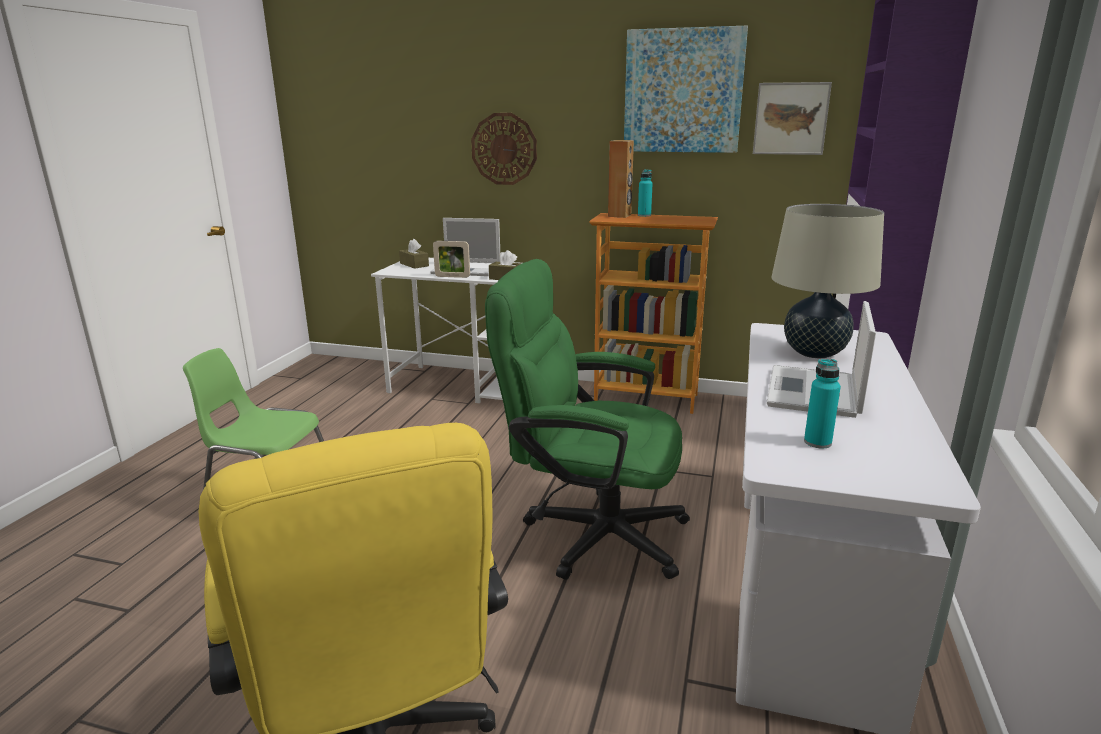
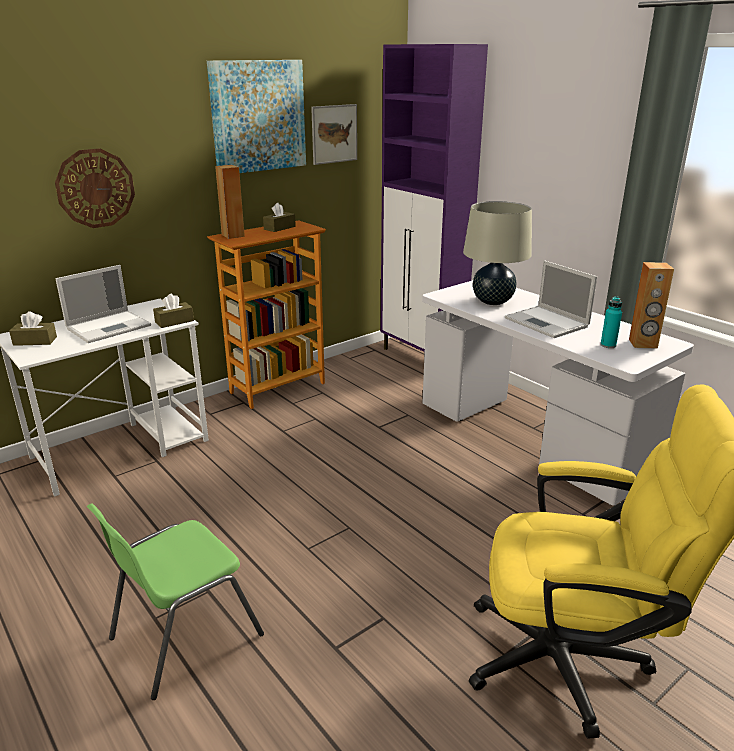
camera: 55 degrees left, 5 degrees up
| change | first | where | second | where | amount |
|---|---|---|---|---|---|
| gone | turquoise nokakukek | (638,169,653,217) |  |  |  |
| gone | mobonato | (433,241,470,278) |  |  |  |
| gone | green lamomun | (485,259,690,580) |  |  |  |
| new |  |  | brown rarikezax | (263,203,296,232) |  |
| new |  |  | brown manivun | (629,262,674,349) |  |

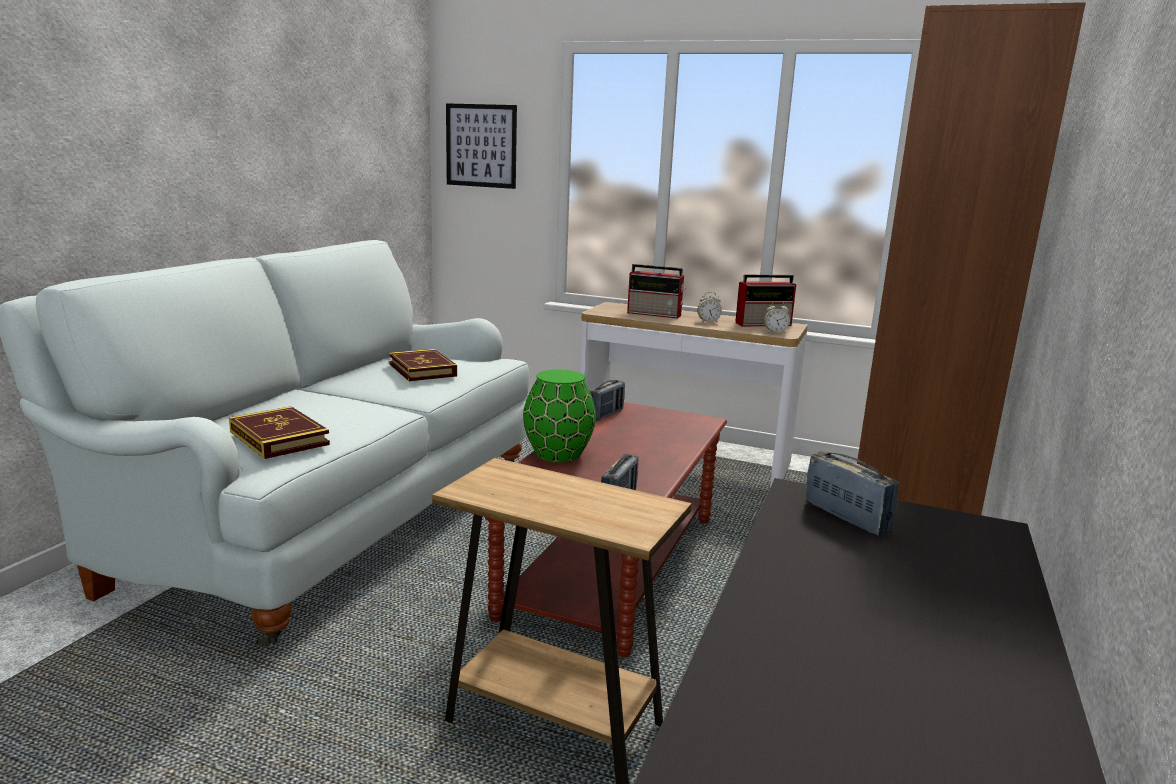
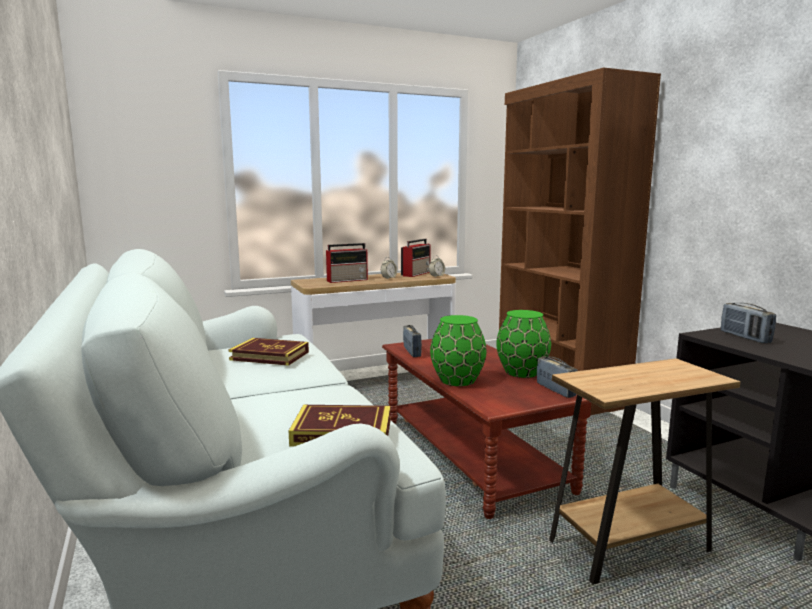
camera: 45 degrees left, 5 degrees down
| change | first | where | second | where | amount |
|---|---|---|---|---|---|
| gone | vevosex | (446,103,517,189) |  |  |  |
| rotated | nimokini | (806,451,899,536) |  | (721,303,776,343) | 120 degrees counterclockwise |
| new |  |  | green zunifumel | (496,310,551,378) |  |

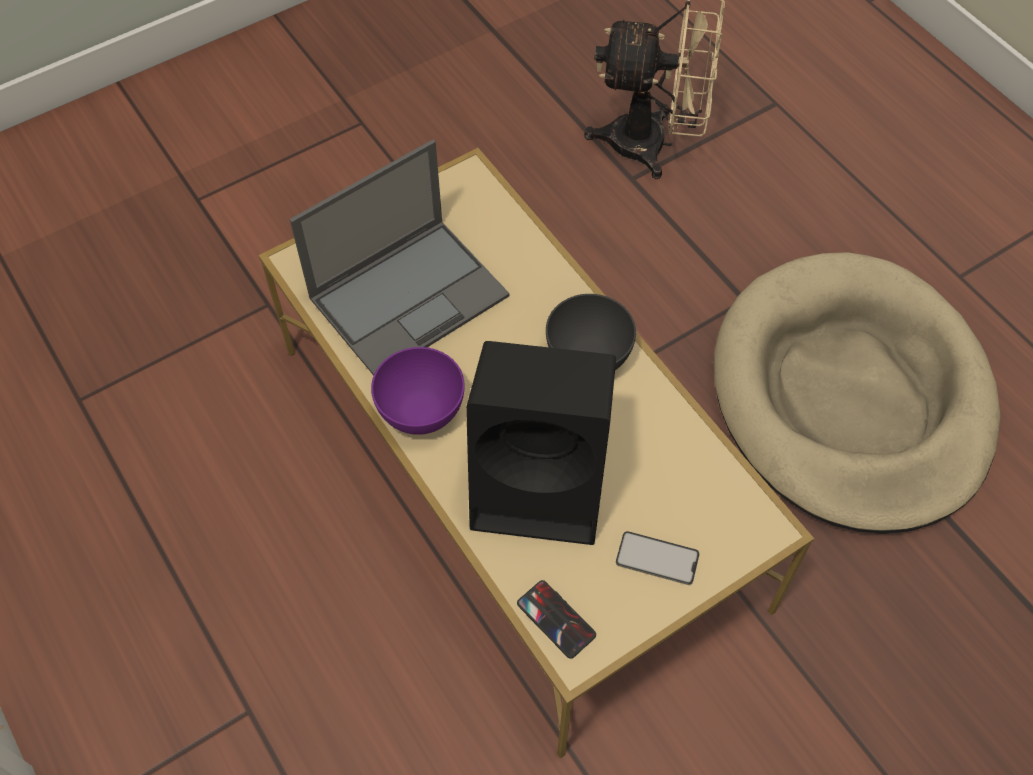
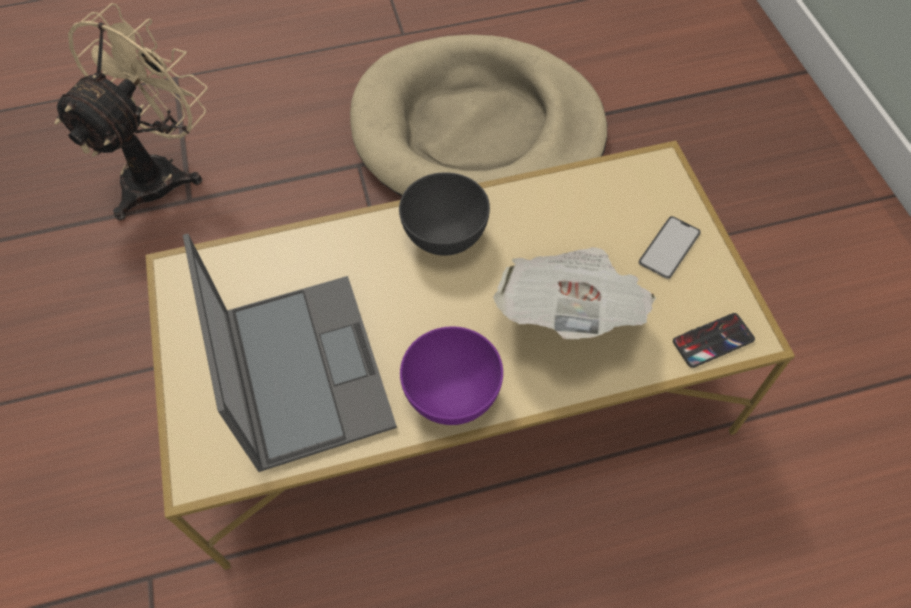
camera: 70 degrees left, 0 degrees up
| change | first | where | second | where | amount |
|---|---|---|---|---|---|
| swapped | black manivun | (466,341,616,545) | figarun | (493,247,656,339) |  |

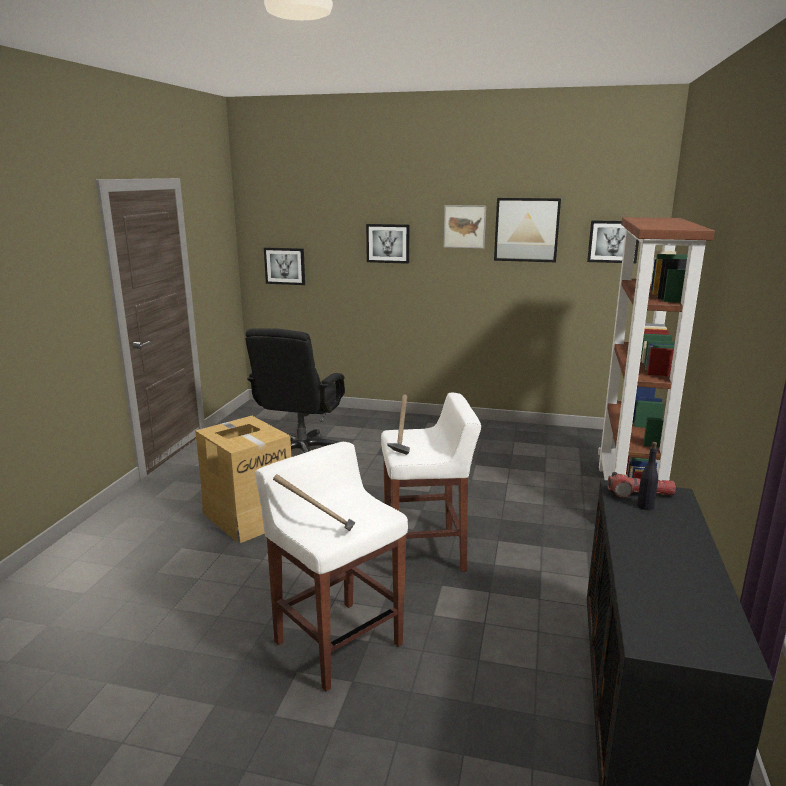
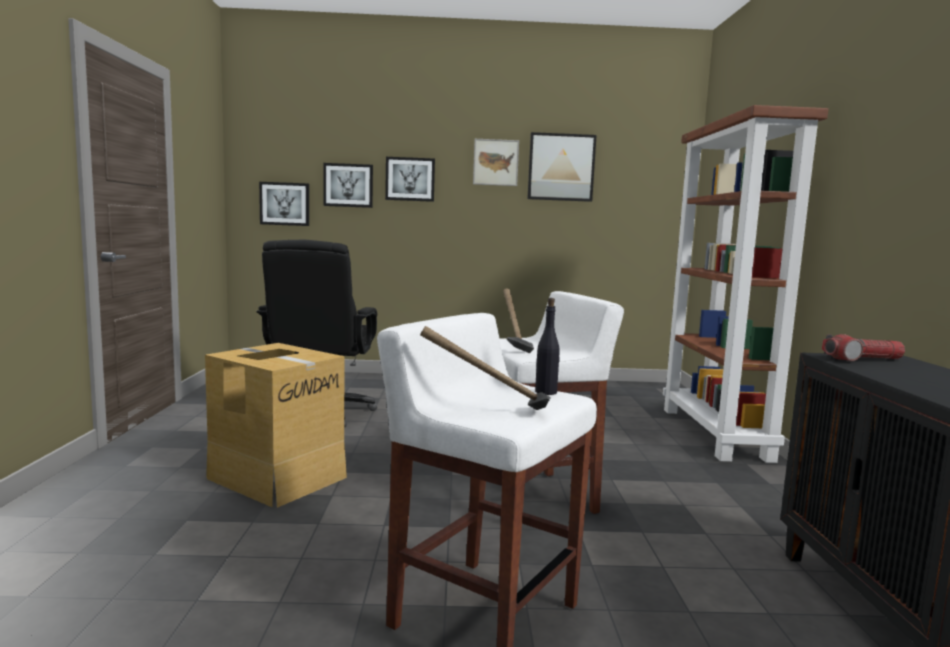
camera: 15 degrees left, 10 degrees down
| change | first | where | second | where | amount |
|---|---|---|---|---|---|
| shifted | vevosex | (587,220,639,264) |  | (323,163,373,208) |  |
| shifted | black nokakukek | (637,442,658,510) |  | (535,298,560,395) |  |

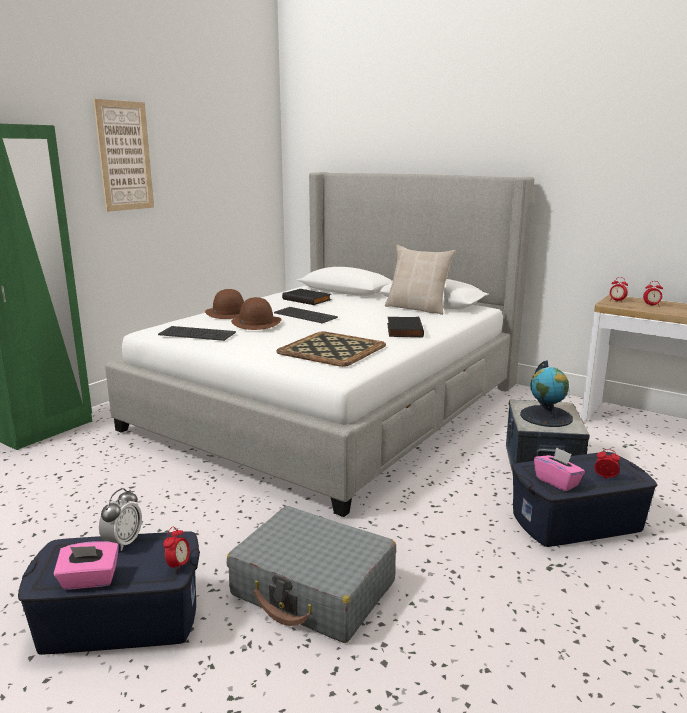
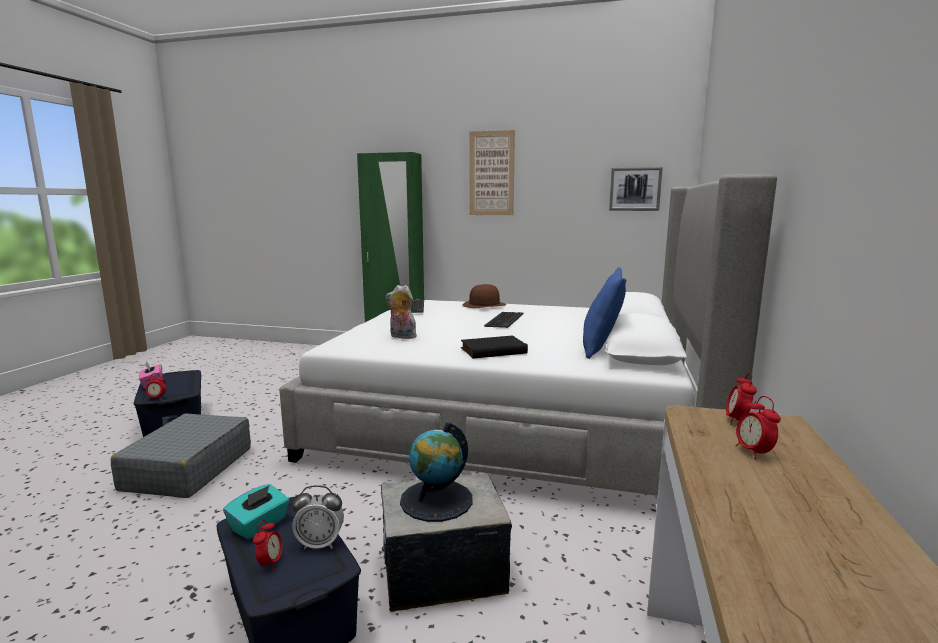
camera: 70 degrees right, 5 degrees down
| change | first | where | second | where | amount |
|---|---|---|---|---|---|
| repainted | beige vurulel | (385,245,456,315) | blue vurulel | (583,267,626,359) |  |
| gone | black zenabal | (282,289,332,305) |  |  |  |
| gone | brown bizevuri | (231,297,281,330) |  |  |  |
| swapped | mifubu | (276,331,386,367) | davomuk | (386,285,417,339) |  |
| repainted | pink rarikezax | (534,447,585,491) | turquoise rarikezax | (223,484,289,539) |  |
| shifted | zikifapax | (99,488,142,551) |  | (292,485,344,549) |  |
| new |  |  | vevosex | (609,167,663,211) |  |

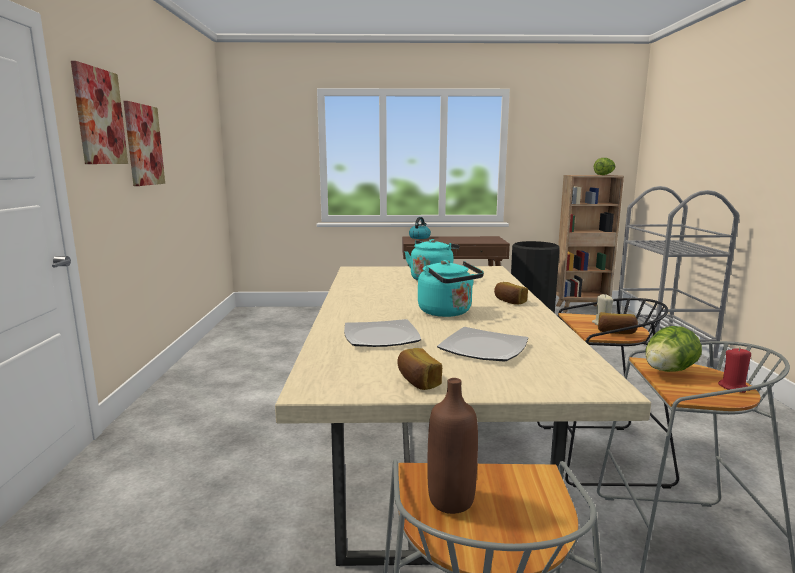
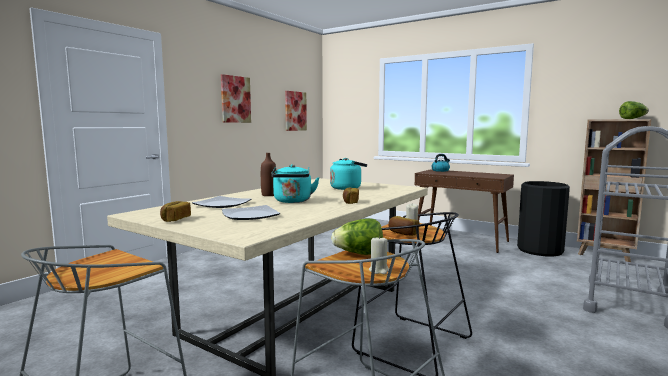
camera: 35 degrees right, 5 degrees down
| change | first | where | second | where | amount |
|---|---|---|---|---|---|
| shifted | vevosex | (71,61,128,164) |  | (285,91,307,131) |  |
| repainted | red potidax | (718,347,751,393) | beige potidax | (369,235,389,274) |  |
| shifted | brown nokakukek | (427,378,478,514) |  | (261,153,276,196) |  |

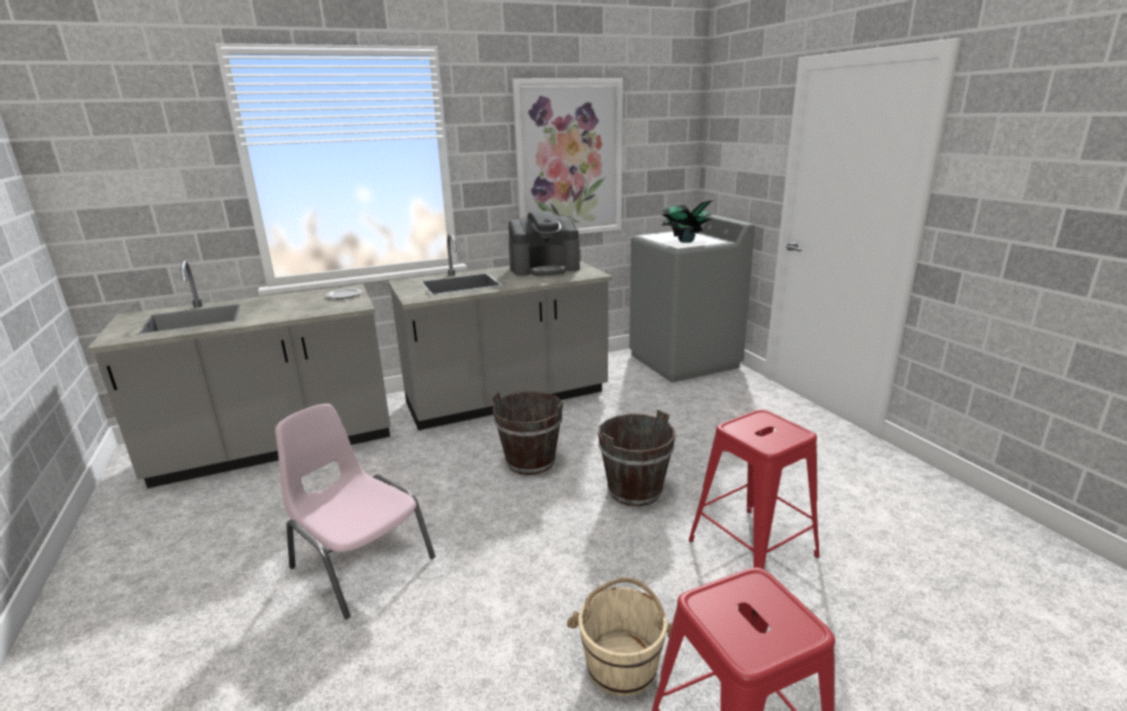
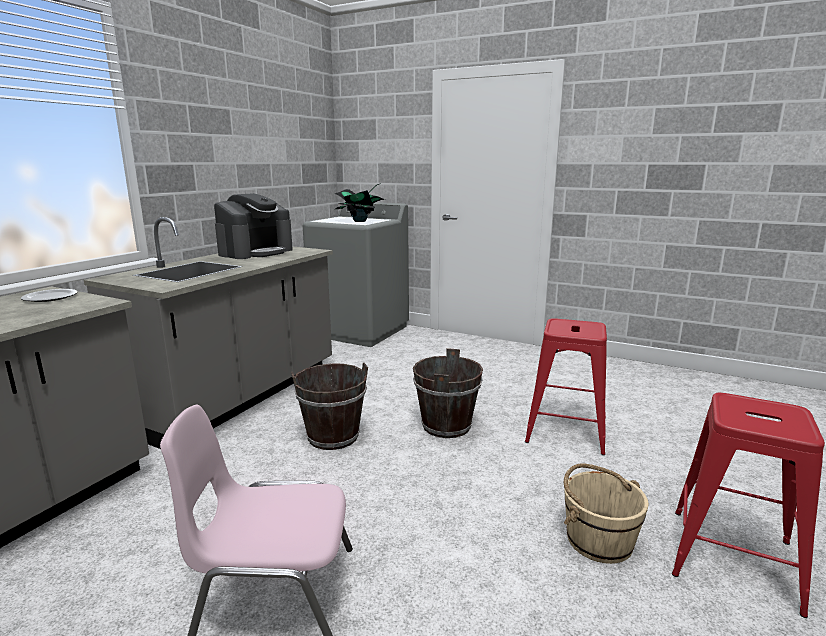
camera: 40 degrees left, 5 degrees down
| change | first | where | second | where | amount |
|---|---|---|---|---|---|
| gone | vevosex | (512,78,623,234) |  |  |  |

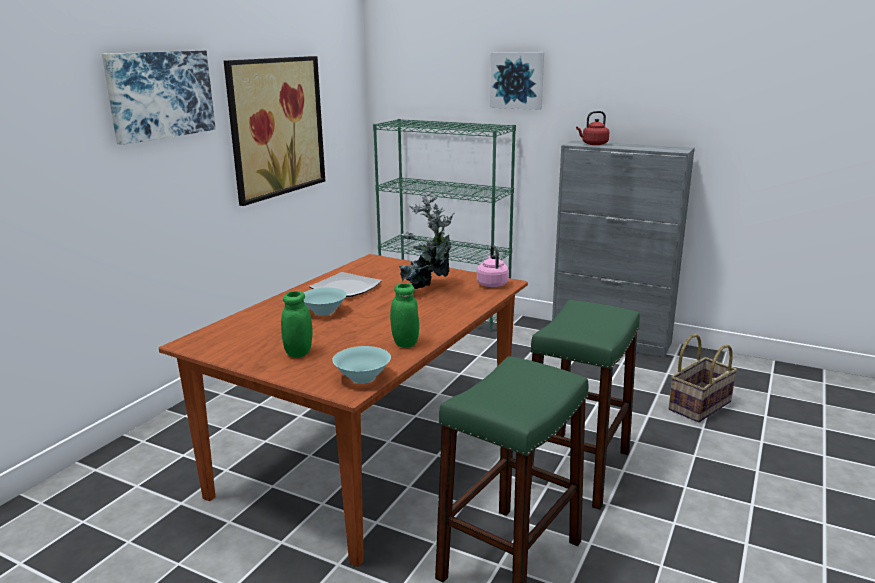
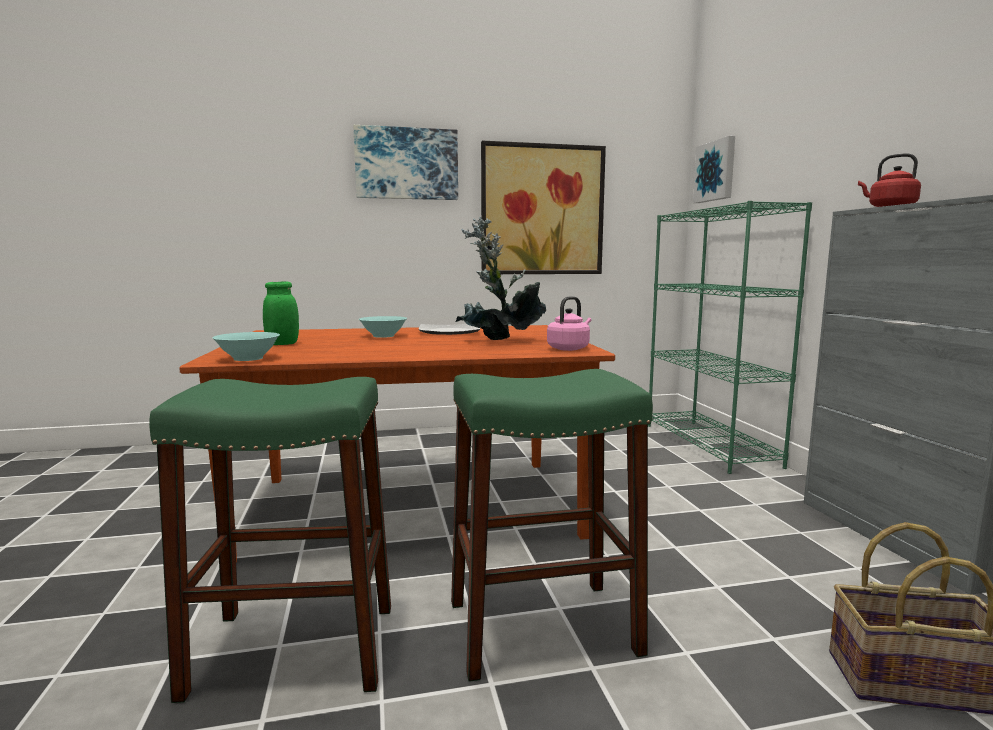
camera: 50 degrees right, 10 degrees down
| change | first | where | second | where | amount |
|---|---|---|---|---|---|
| shifted | vevosex | (490,52,544,110) |  | (693,136,735,203) |  |
| gone | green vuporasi | (390,283,419,348) |  |  |  |

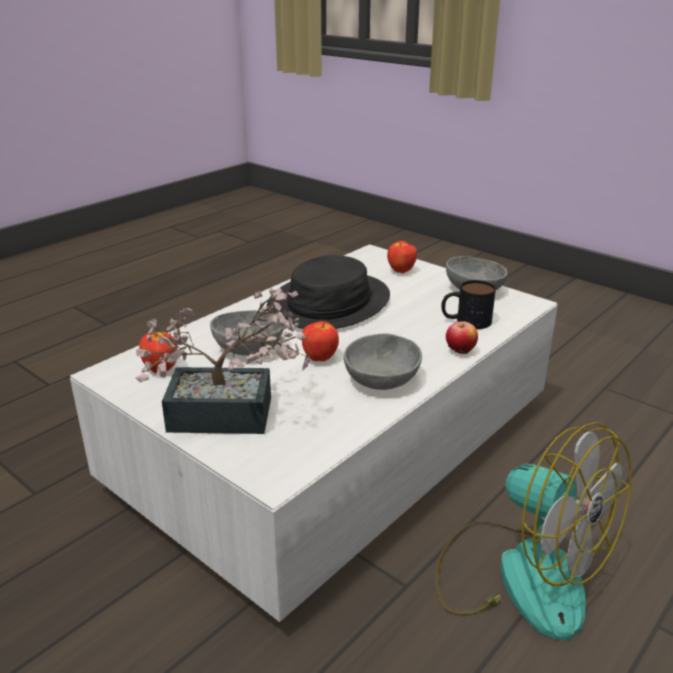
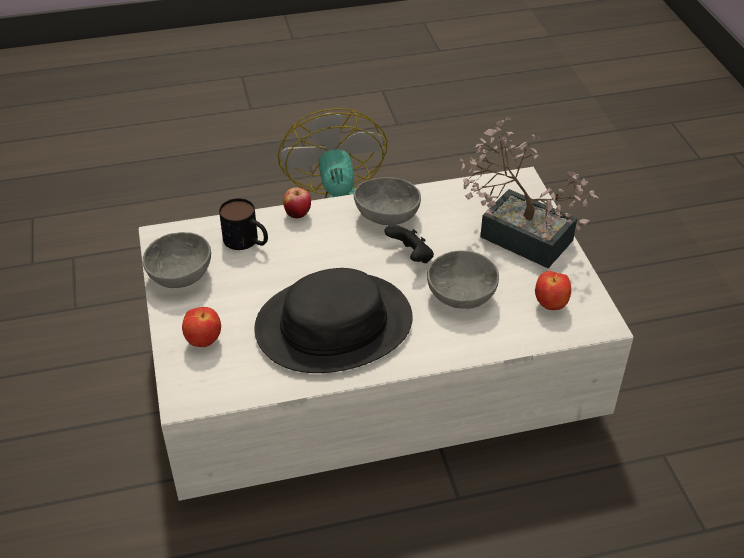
camera: 145 degrees left, 15 degrees up
| change | first | where | second | where | amount |
|---|---|---|---|---|---|
| swapped | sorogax | (302,321,339,361) | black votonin | (384,225,434,263) |  |

